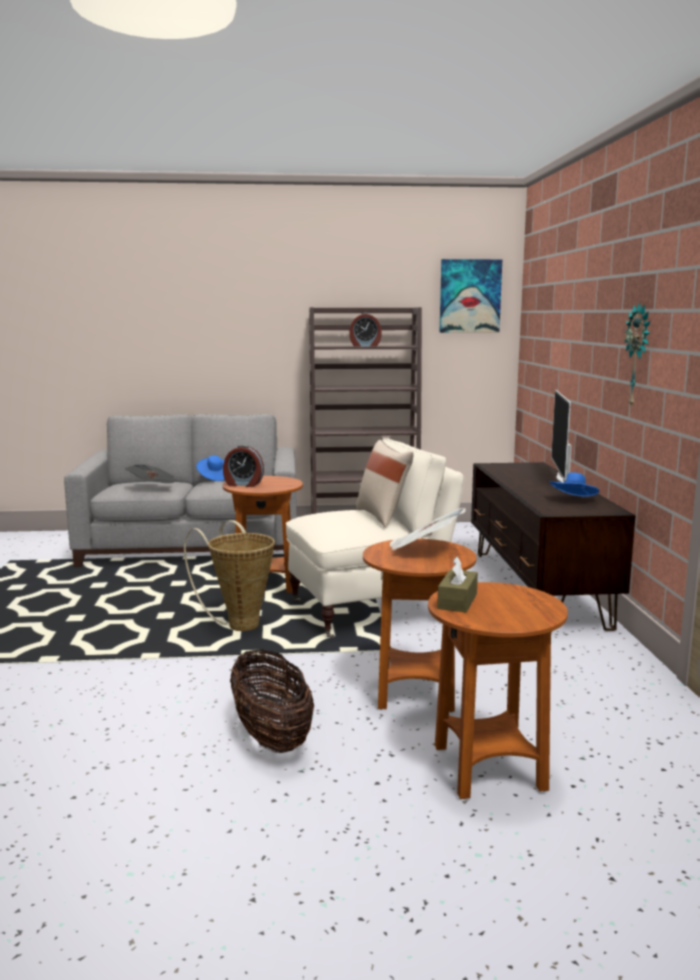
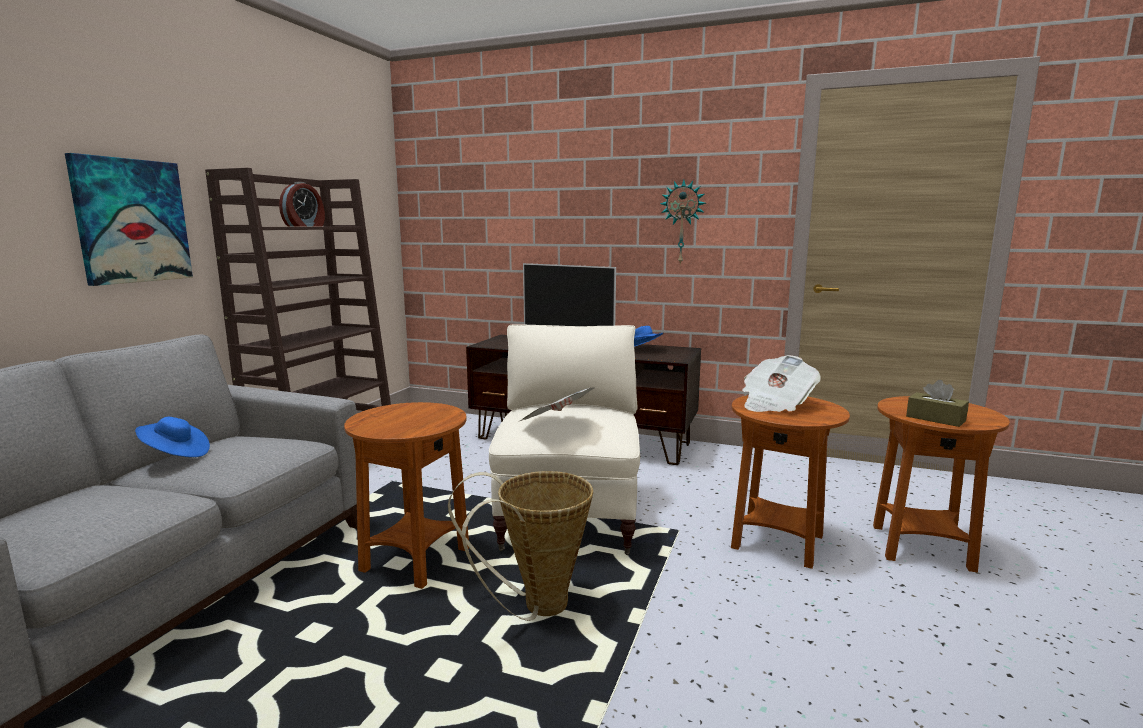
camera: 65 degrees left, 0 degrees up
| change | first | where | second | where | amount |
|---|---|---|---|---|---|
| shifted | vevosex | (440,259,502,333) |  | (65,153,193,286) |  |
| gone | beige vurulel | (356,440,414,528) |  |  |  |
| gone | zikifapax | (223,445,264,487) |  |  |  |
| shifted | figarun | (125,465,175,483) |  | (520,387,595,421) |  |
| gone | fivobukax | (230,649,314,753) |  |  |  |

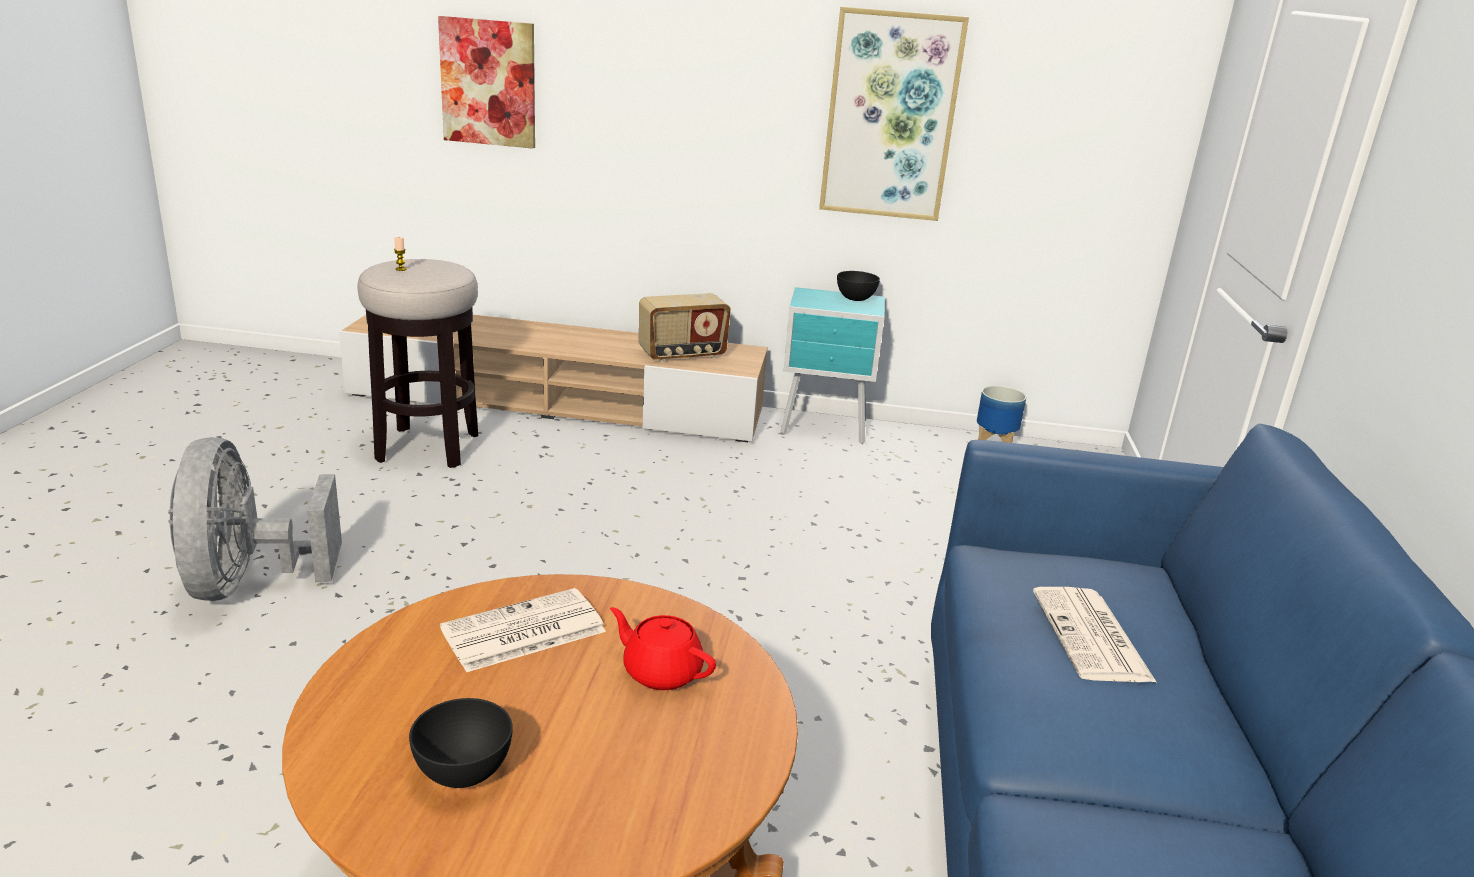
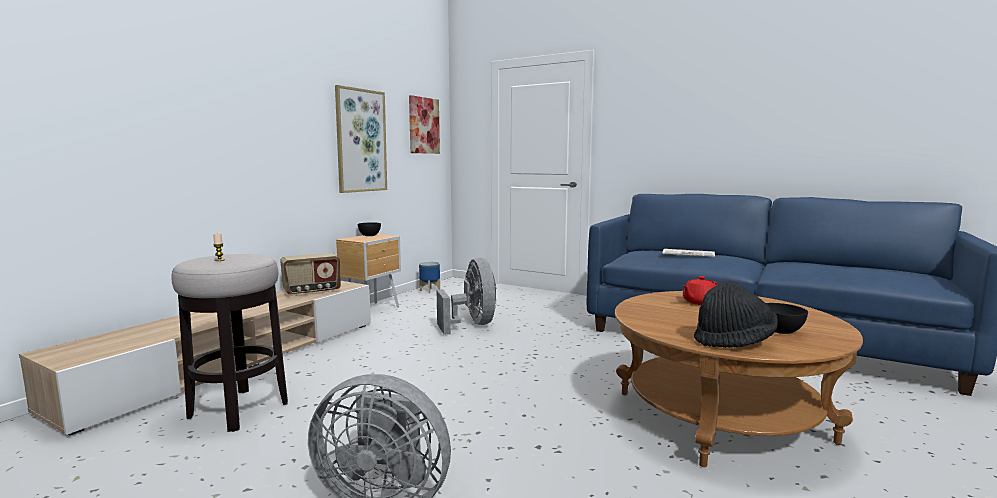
camera: 65 degrees left, 15 degrees down
| change | first | where | second | where | amount |
|---|---|---|---|---|---|
| shifted | vevosex | (438,16,535,149) |  | (409,95,440,154) |  |
| repainted | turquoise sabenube | (780,287,885,444) | brown sabenube | (336,234,401,308) |  |
| rotated | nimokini | (639,293,731,362) |  | (280,253,341,296) | 60 degrees clockwise |
| gone | figarun | (440,588,606,672) |  |  |  |
| new |  |  | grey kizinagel | (437,258,497,335) |  |
| new |  |  | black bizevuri | (694,281,778,348) |  |

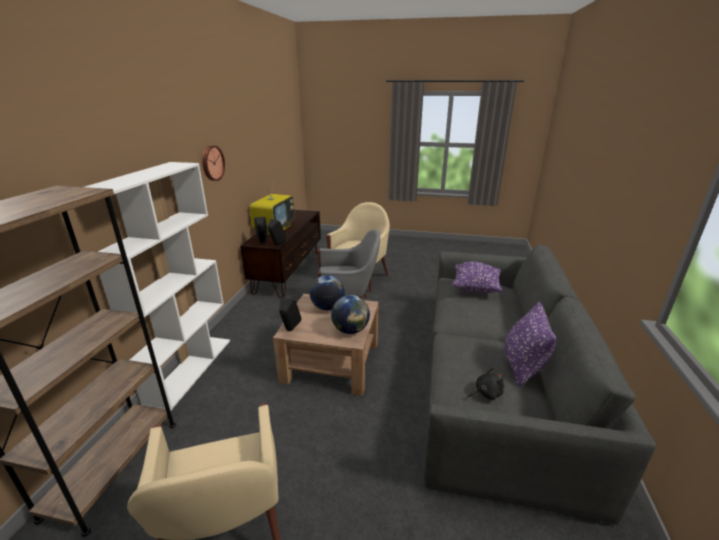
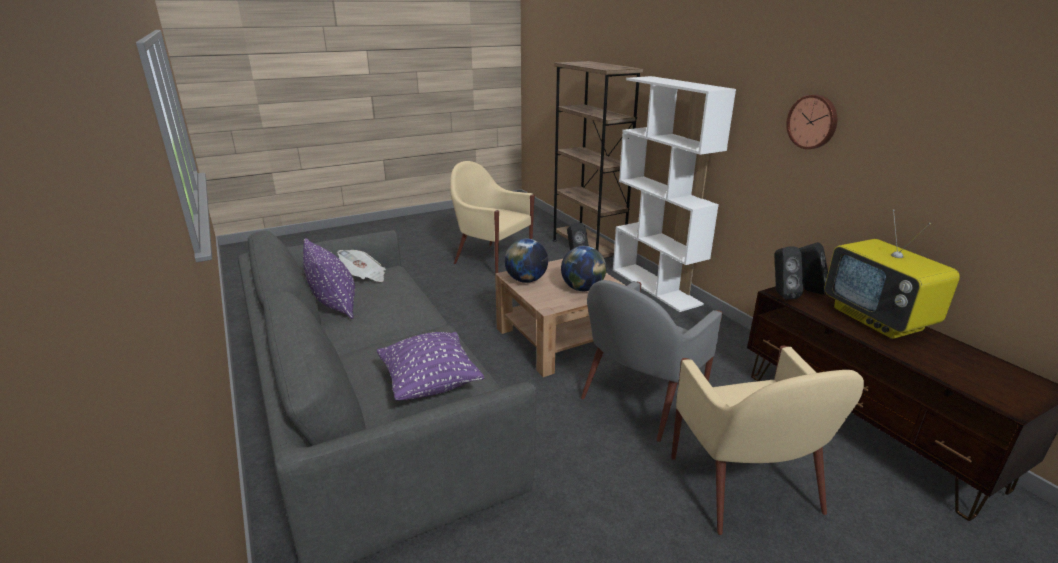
camera: 140 degrees right, 0 degrees up
| change | first | where | second | where | amount |
|---|---|---|---|---|---|
| swapped | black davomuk | (468,368,504,400) | figarun | (337,250,386,282) |  |

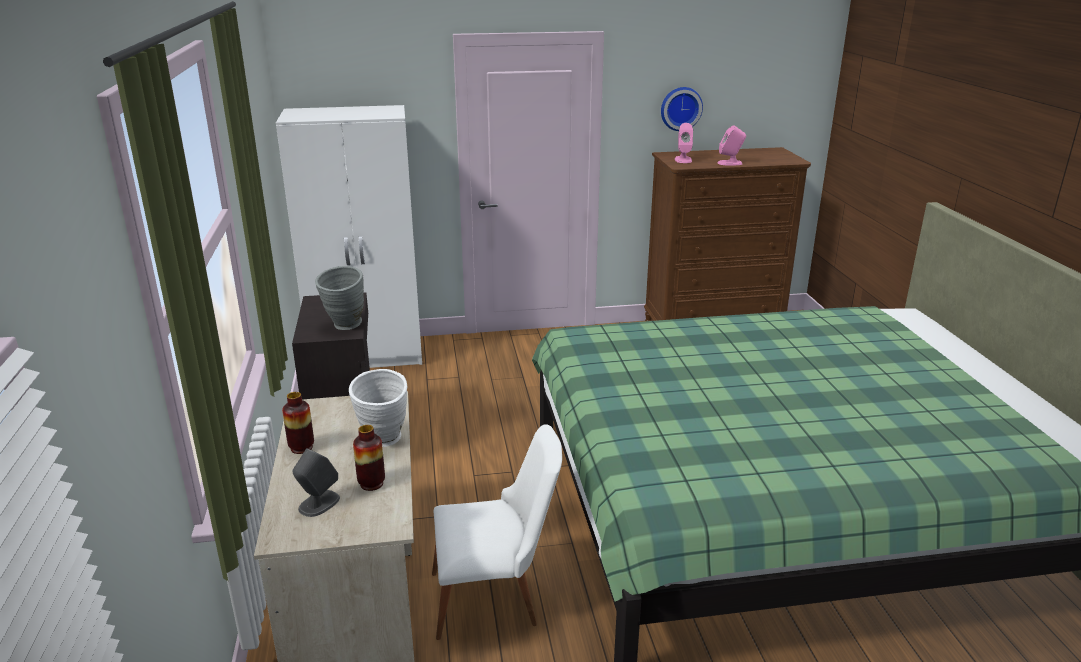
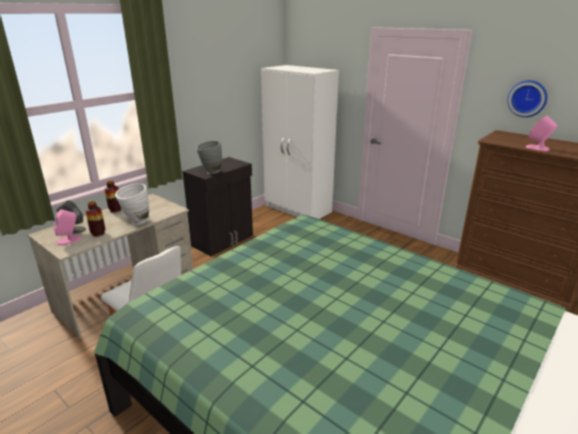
camera: 50 degrees right, 0 degrees up
| change | first | where | second | where | amount |
|---|---|---|---|---|---|
| shifted | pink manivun | (675,123,693,163) |  | (54,209,81,245) |  |

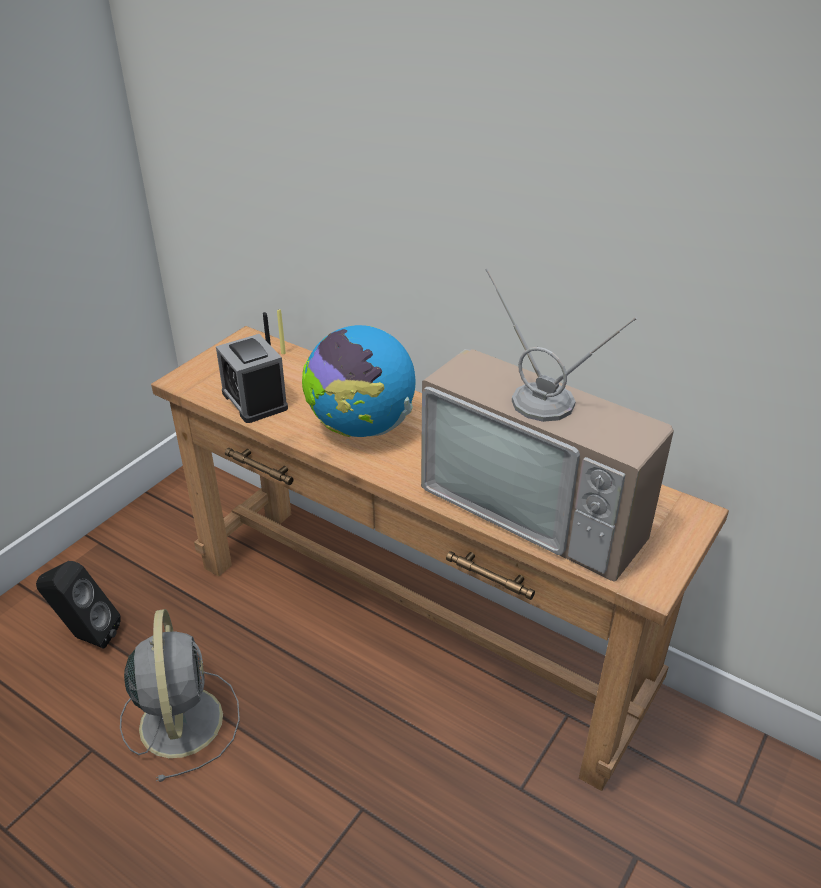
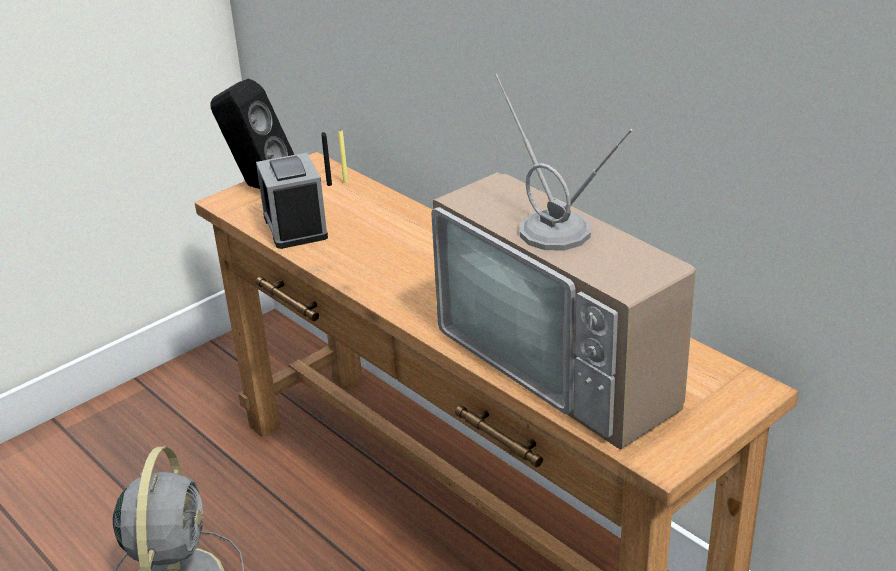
camera: 15 degrees right, 5 degrees down
| change | first | where | second | where | amount |
|---|---|---|---|---|---|
| gone | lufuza | (302,325,416,437) |  |  |  |
| shifted | black manivun | (36,561,121,649) |  | (210,79,294,189) |  |

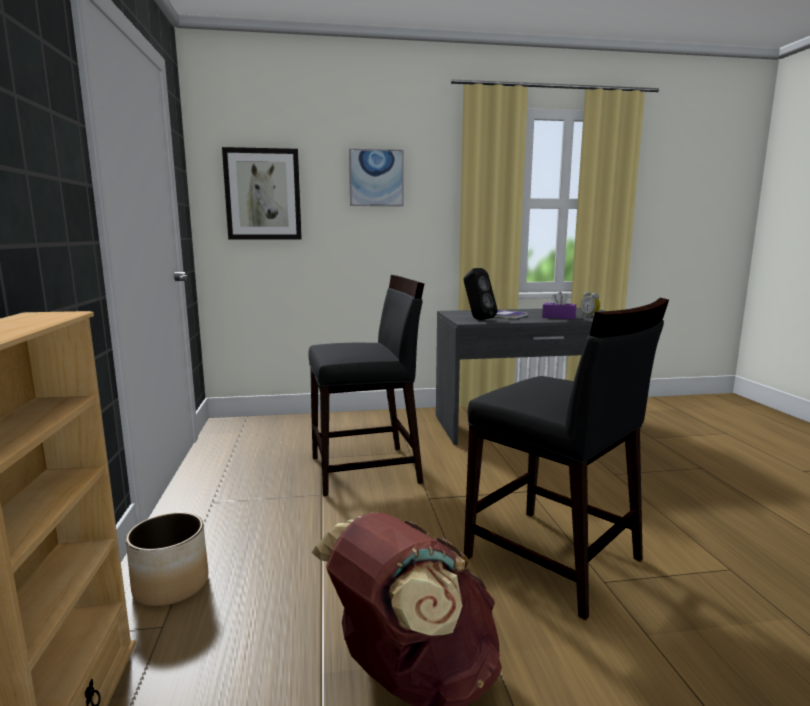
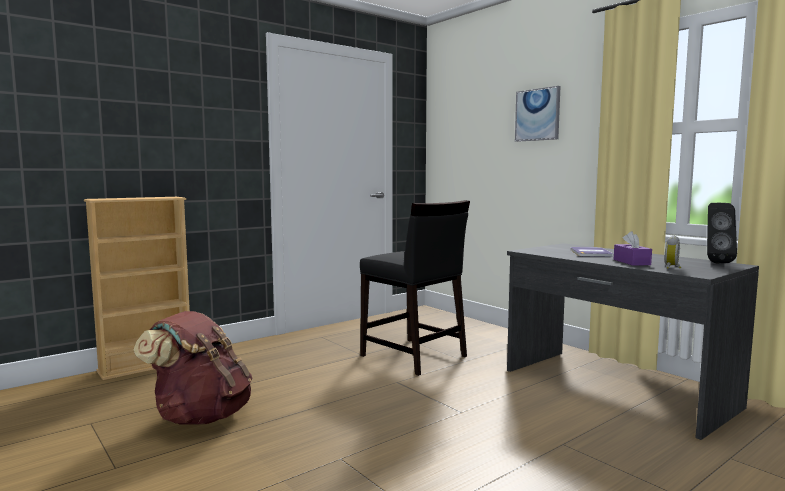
camera: 60 degrees right, 5 degrees down
| change | first | where | second | where | amount |
|---|---|---|---|---|---|
| gone | vevosex | (222,147,302,240) |  |  |  |
| shifted | black manivun | (463,268,498,320) |  | (707,203,737,263) |  |
| gone | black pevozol | (464,298,669,620) |  |  |  |
| gone | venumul | (126,512,208,606) |  |  |  |

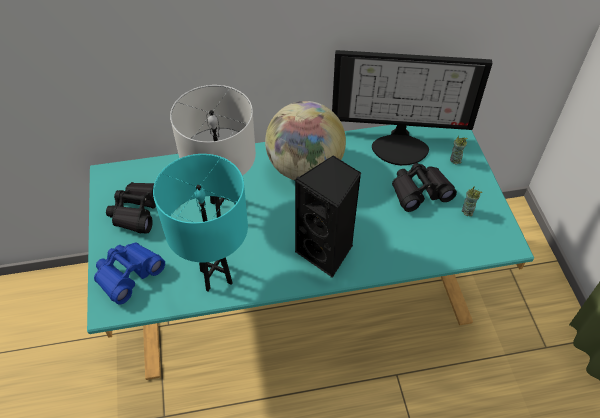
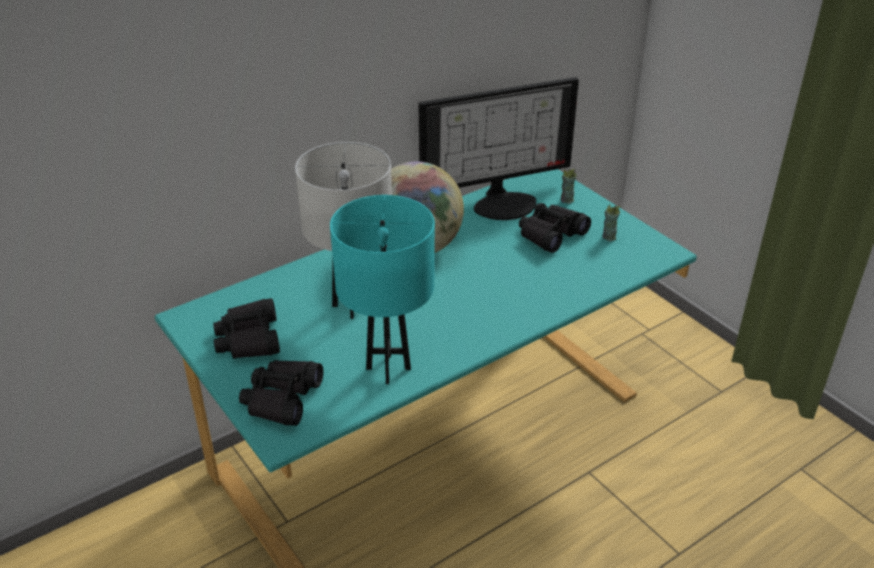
camera: 25 degrees left, 15 degrees down
| change | first | where | second | where | amount |
|---|---|---|---|---|---|
| gone | black manivun | (295,155,361,278) |  |  |  |
| repainted | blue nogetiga | (94,242,165,305) | black nogetiga | (239,360,323,426) |  |

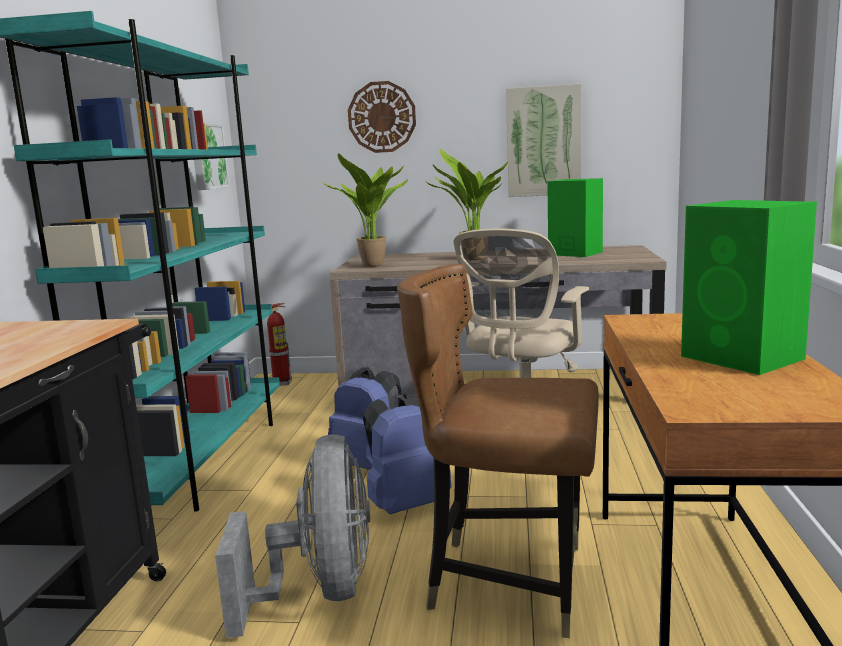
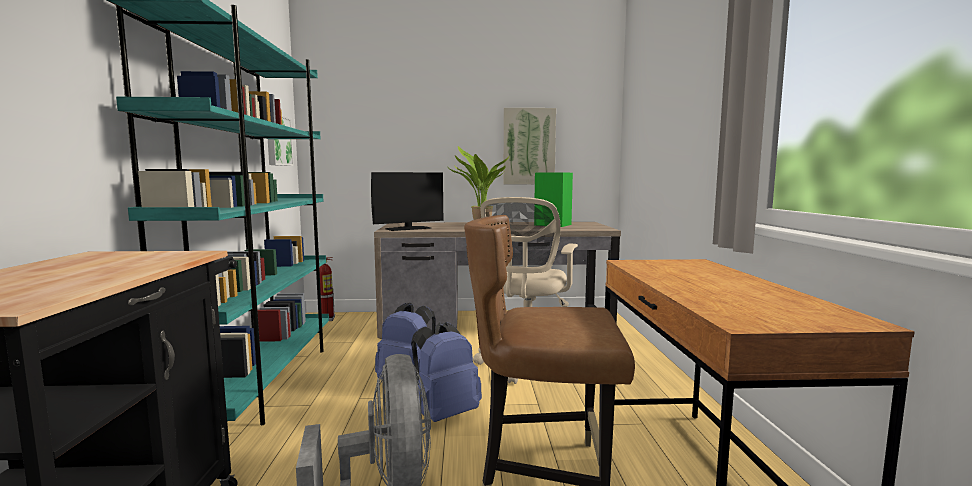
camera: 10 degrees left, 5 degrees down
| change | first | where | second | where | amount |
|---|---|---|---|---|---|
| gone | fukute | (348,81,416,153) |  |  |  |
| swapped | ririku | (323,153,408,267) | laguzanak | (371,172,443,231) |  |
| gone | green manivun | (681,200,817,375) |  |  |  |

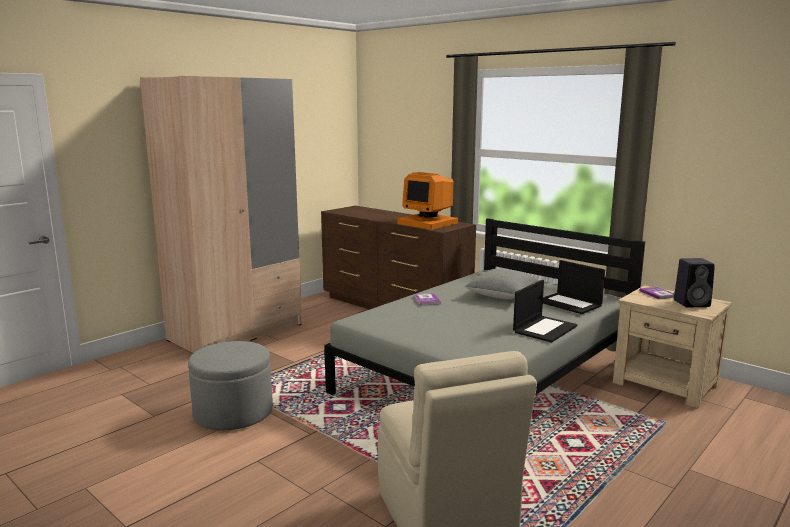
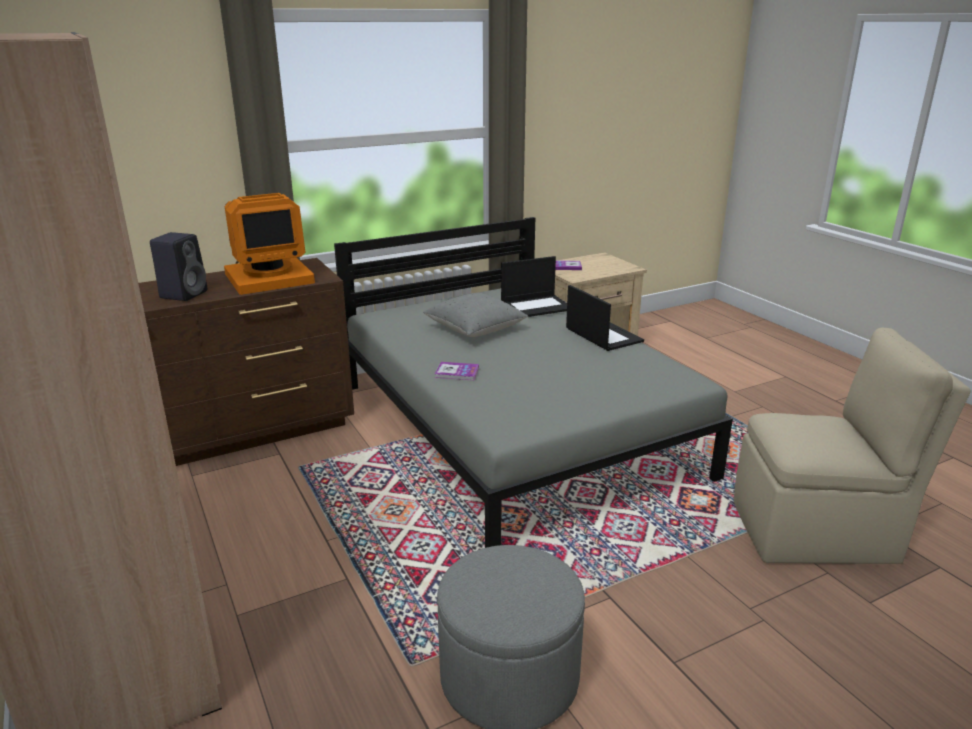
camera: 70 degrees left, 10 degrees up
| change | first | where | second | where | amount |
|---|---|---|---|---|---|
| shifted | black manivun | (674,258,715,307) |  | (150,232,207,301) |  |

